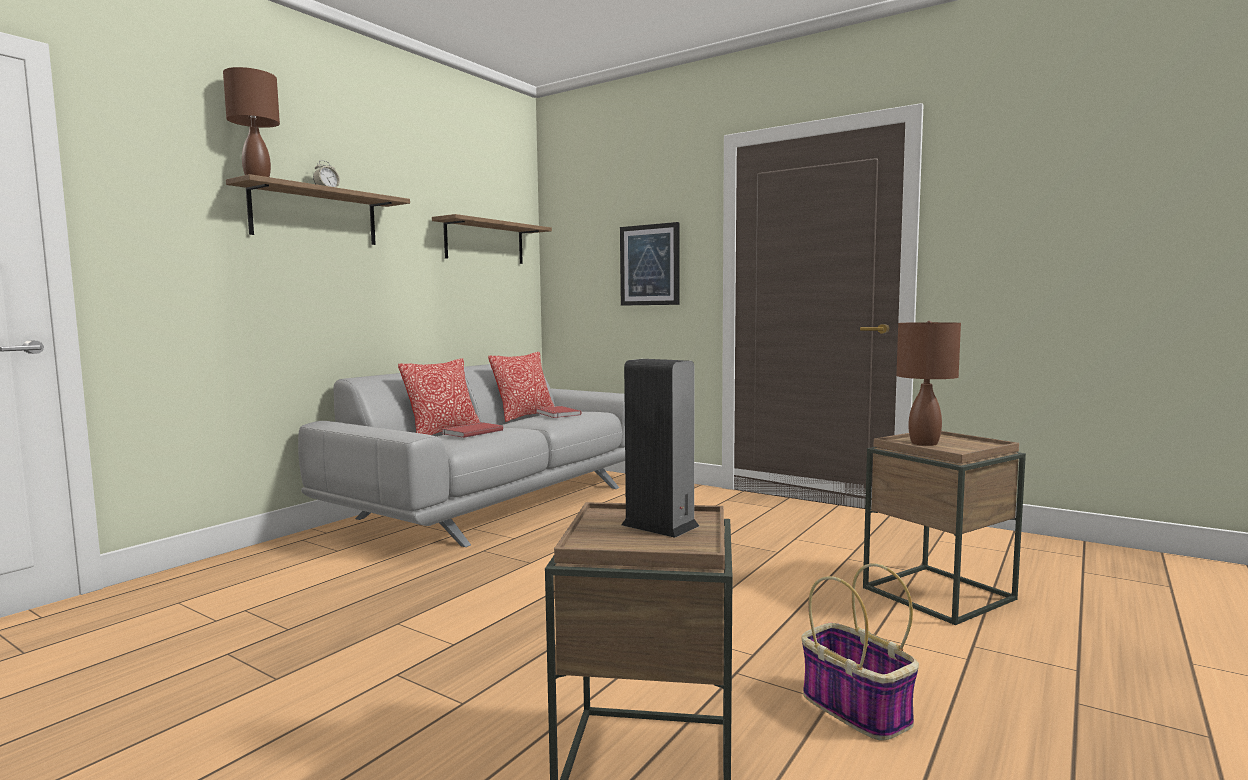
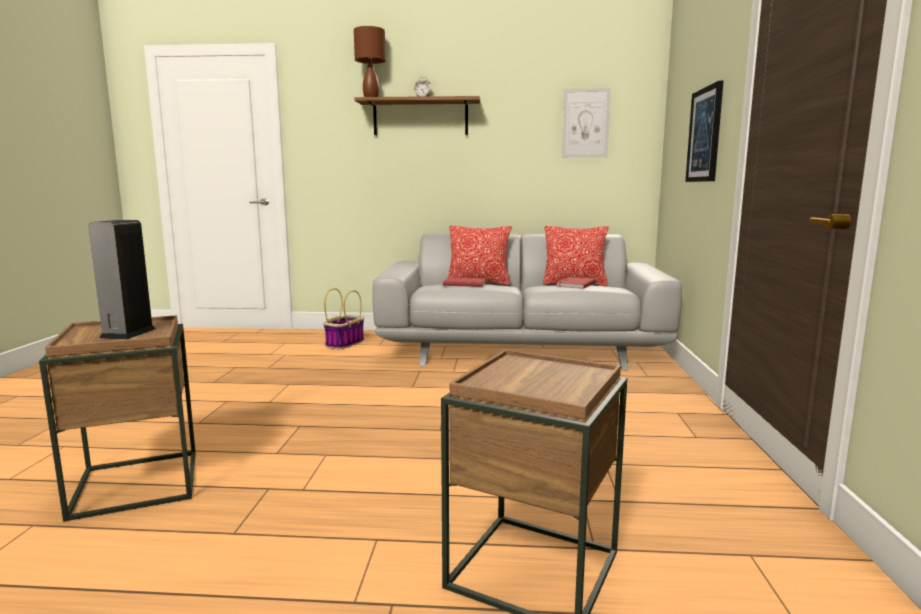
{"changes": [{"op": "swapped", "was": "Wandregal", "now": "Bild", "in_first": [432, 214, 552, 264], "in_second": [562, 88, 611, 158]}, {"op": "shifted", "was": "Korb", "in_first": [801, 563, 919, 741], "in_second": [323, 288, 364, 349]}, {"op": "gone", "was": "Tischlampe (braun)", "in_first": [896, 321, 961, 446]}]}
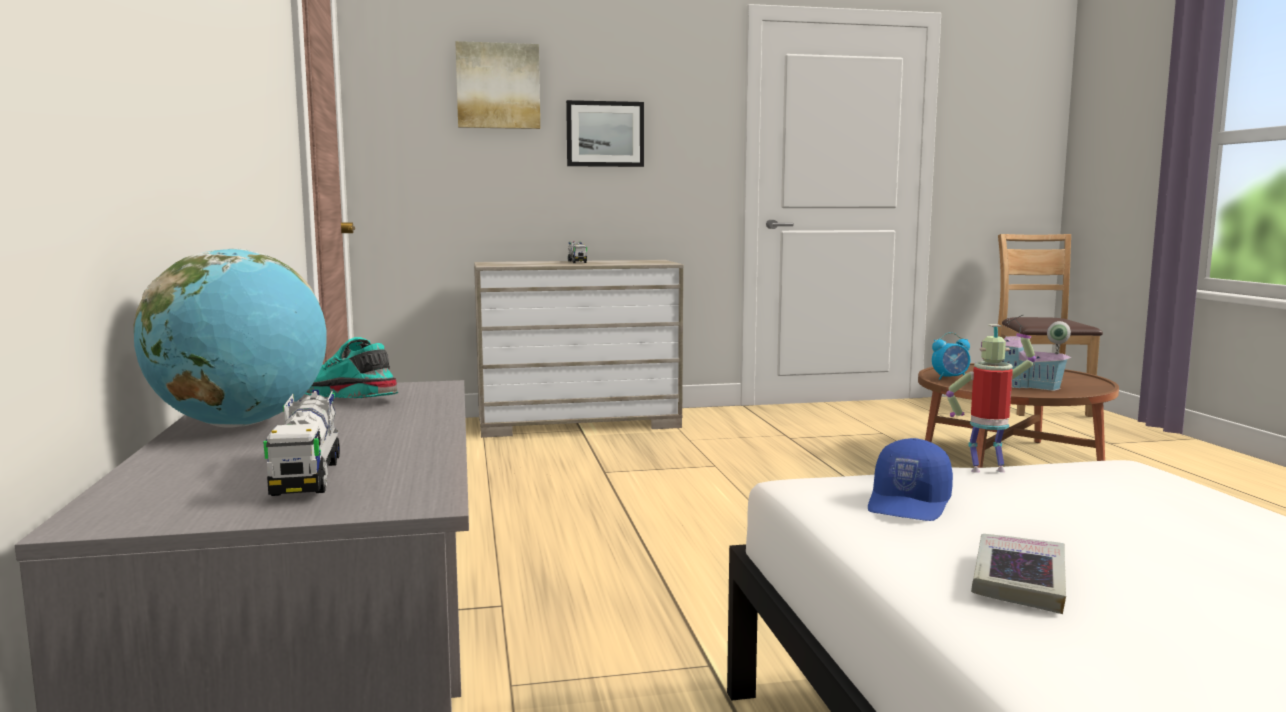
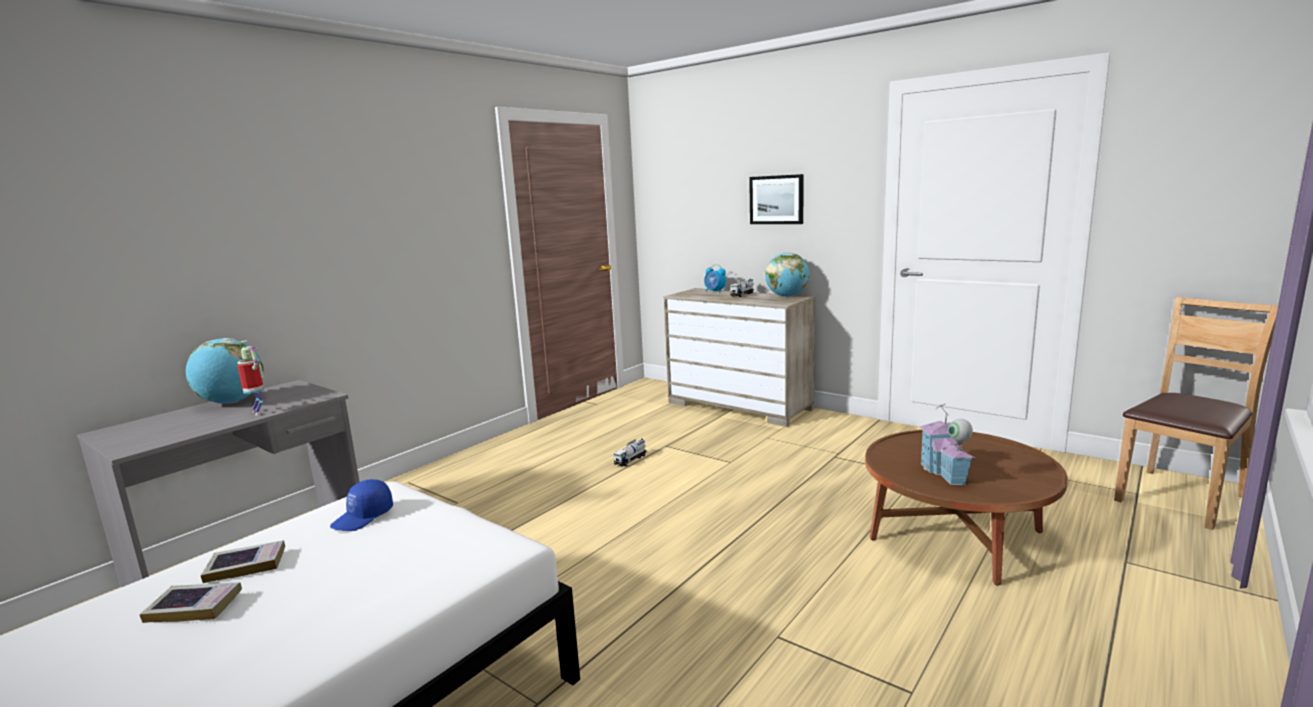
{"changes": [{"op": "shifted", "was": "Spielzeuglaster", "in_first": [263, 390, 340, 496], "in_second": [613, 439, 647, 466]}, {"op": "gone", "was": "Schuh (türkis)", "in_first": [305, 337, 398, 398]}, {"op": "gone", "was": "Bild", "in_first": [455, 41, 540, 129]}, {"op": "rotated", "was": "Kappe (blau)", "in_first": [868, 438, 953, 521], "in_second": [330, 479, 393, 531], "clockwise": -45}, {"op": "shifted", "was": "Wecker", "in_first": [932, 332, 970, 380], "in_second": [704, 264, 726, 293]}, {"op": "shifted", "was": "Spielzeugroboter", "in_first": [946, 324, 1036, 473], "in_second": [237, 341, 264, 415]}, {"op": "new", "now": "Buch", "in_second": [140, 582, 242, 623]}, {"op": "new", "now": "Globus", "in_second": [765, 253, 810, 297]}]}
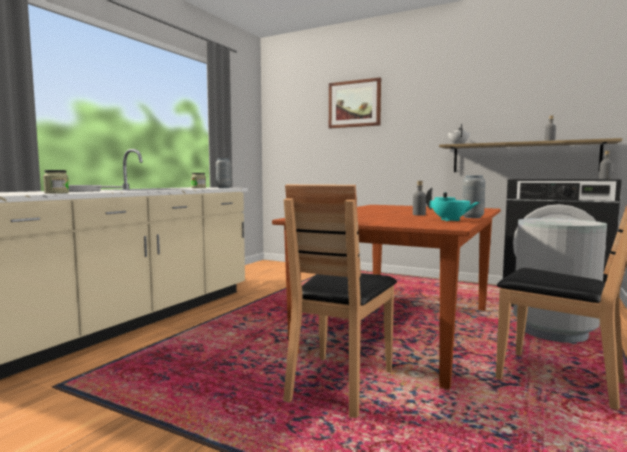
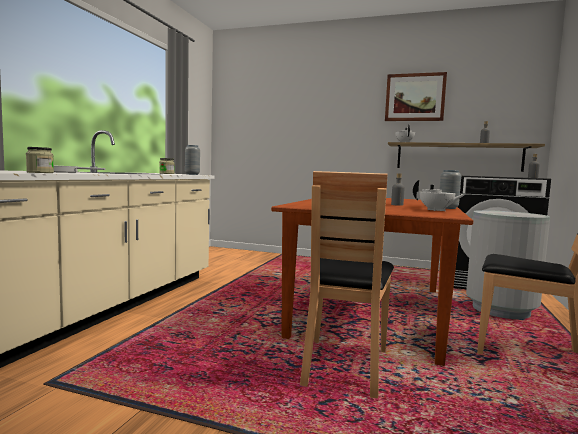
{"changes": [{"op": "shifted", "was": "Bild", "in_first": [329, 77, 381, 128], "in_second": [385, 72, 447, 121]}, {"op": "repainted", "was": "Teekanne (türkis)", "now": "Teekanne (weiß)", "in_first": [426, 188, 480, 221], "in_second": [413, 180, 466, 211]}]}
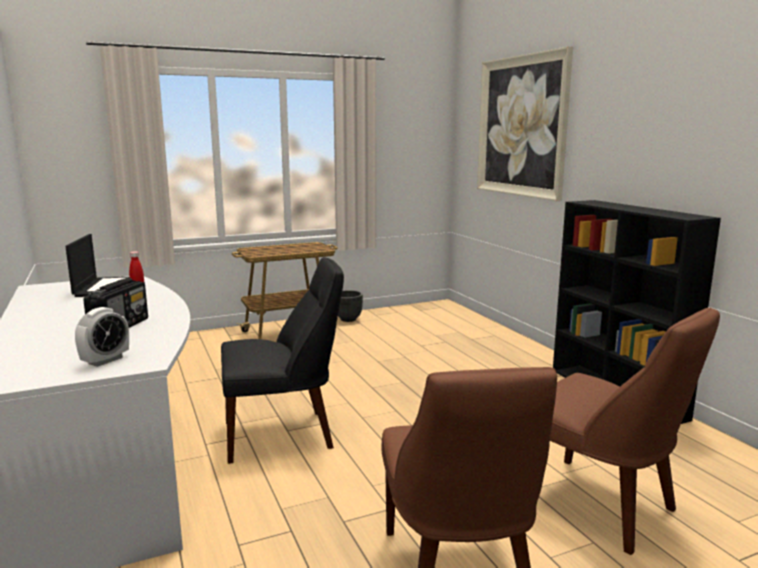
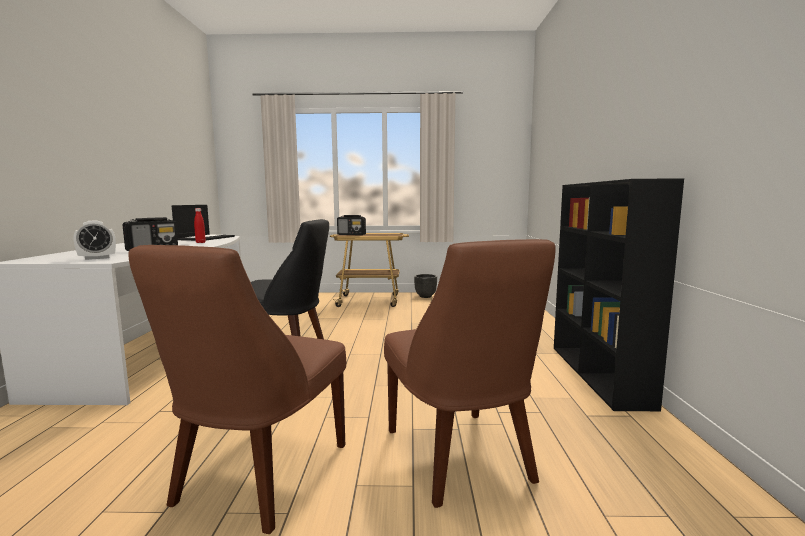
{"changes": [{"op": "gone", "was": "Bild", "in_first": [477, 46, 573, 201]}, {"op": "new", "now": "Radio", "in_second": [337, 215, 366, 235]}]}
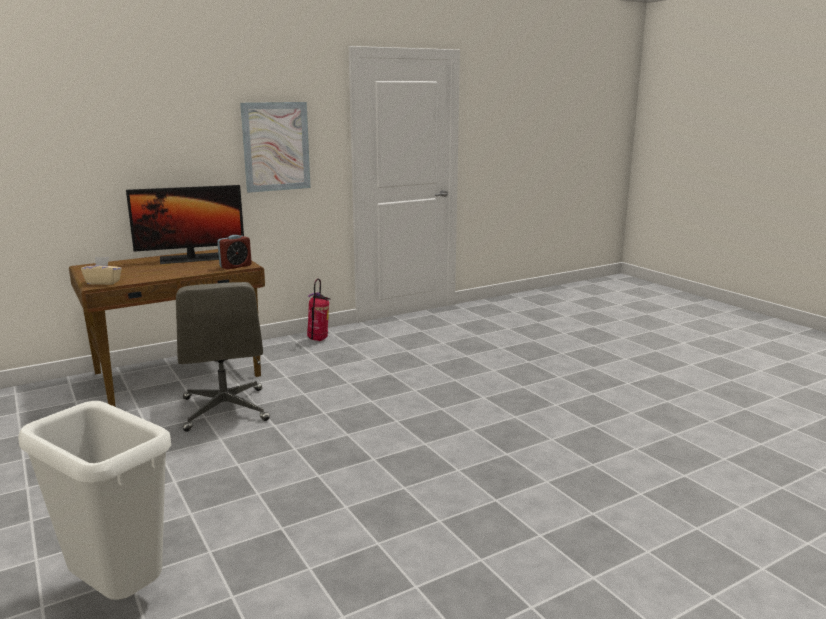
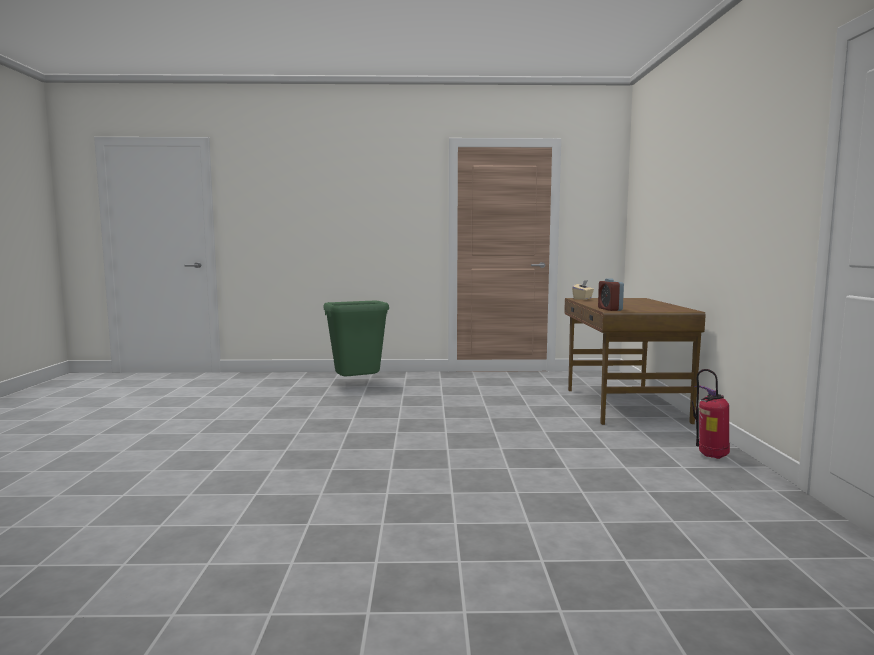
{"changes": [{"op": "repainted", "was": "Mülleimer (weiß)", "now": "Mülleimer (grün)", "in_first": [18, 401, 171, 600], "in_second": [323, 301, 389, 376]}, {"op": "gone", "was": "Monitor", "in_first": [126, 185, 244, 264]}, {"op": "gone", "was": "Bürostuhl (grau)", "in_first": [176, 282, 270, 432]}, {"op": "gone", "was": "Bild", "in_first": [240, 102, 311, 193]}]}
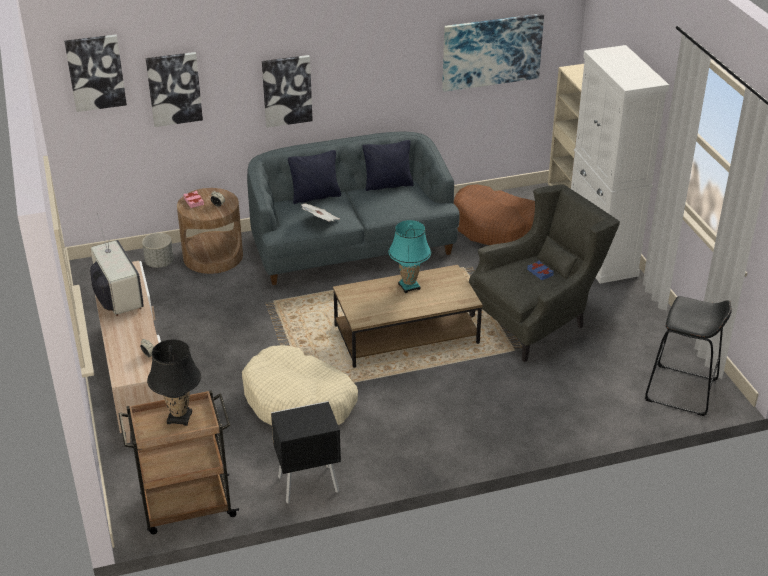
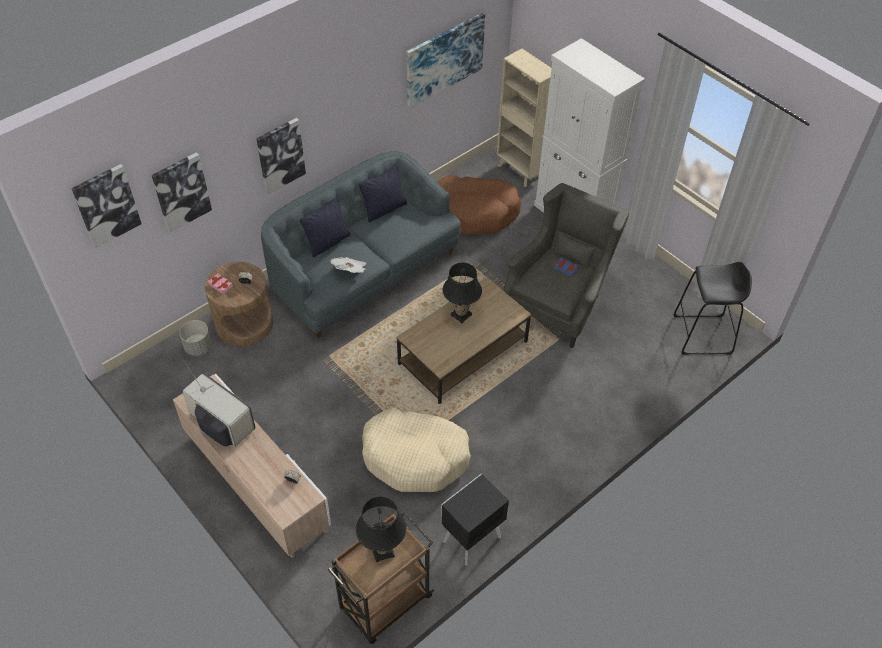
{"changes": [{"op": "repainted", "was": "Tischlampe (türkis)", "now": "Tischlampe (schwarz)", "in_first": [389, 220, 431, 293], "in_second": [442, 262, 482, 324]}]}
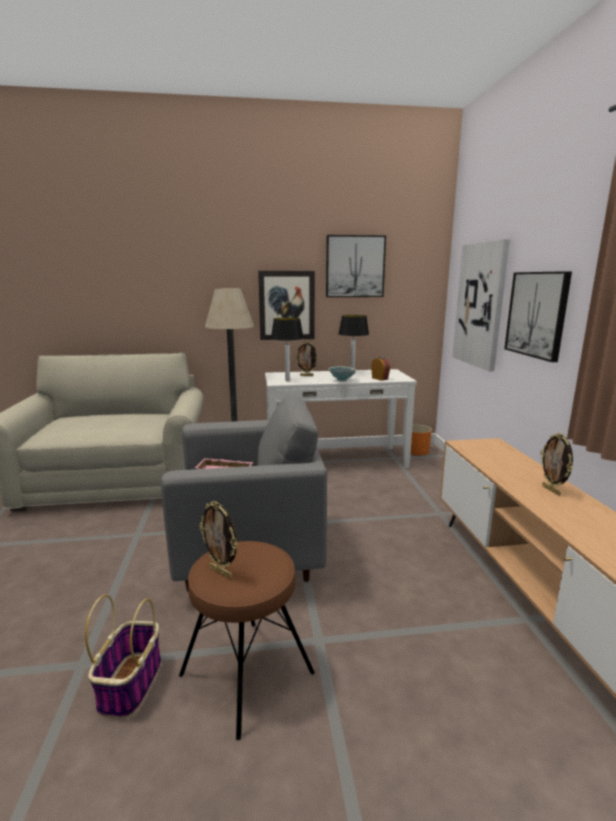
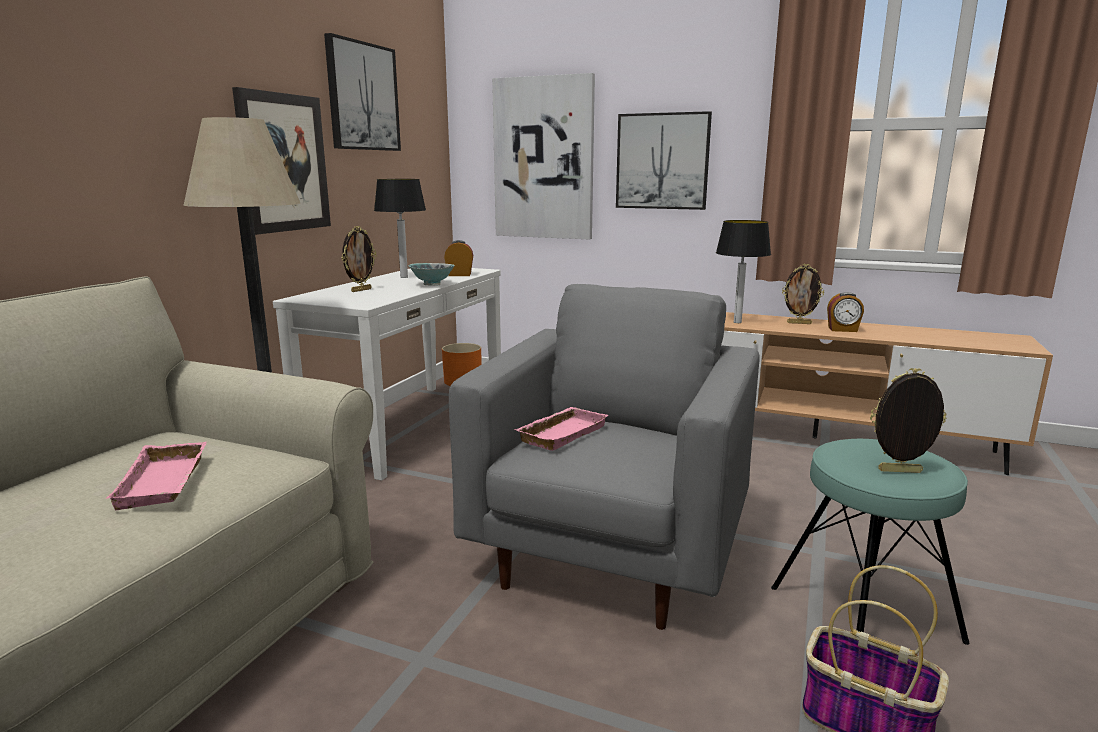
{"changes": [{"op": "repainted", "was": "Hocker (braun)", "now": "Hocker (türkis)", "in_first": [179, 541, 315, 740], "in_second": [771, 439, 969, 645]}, {"op": "rotated", "was": "Bilderrahmen", "in_first": [199, 501, 237, 579], "in_second": [870, 368, 947, 473], "clockwise": -150}, {"op": "shifted", "was": "Tischlampe", "in_first": [271, 317, 304, 381], "in_second": [716, 220, 771, 323]}, {"op": "new", "now": "Tablett (rosa)", "in_second": [106, 442, 207, 510]}, {"op": "new", "now": "Wecker", "in_second": [827, 292, 864, 332]}]}
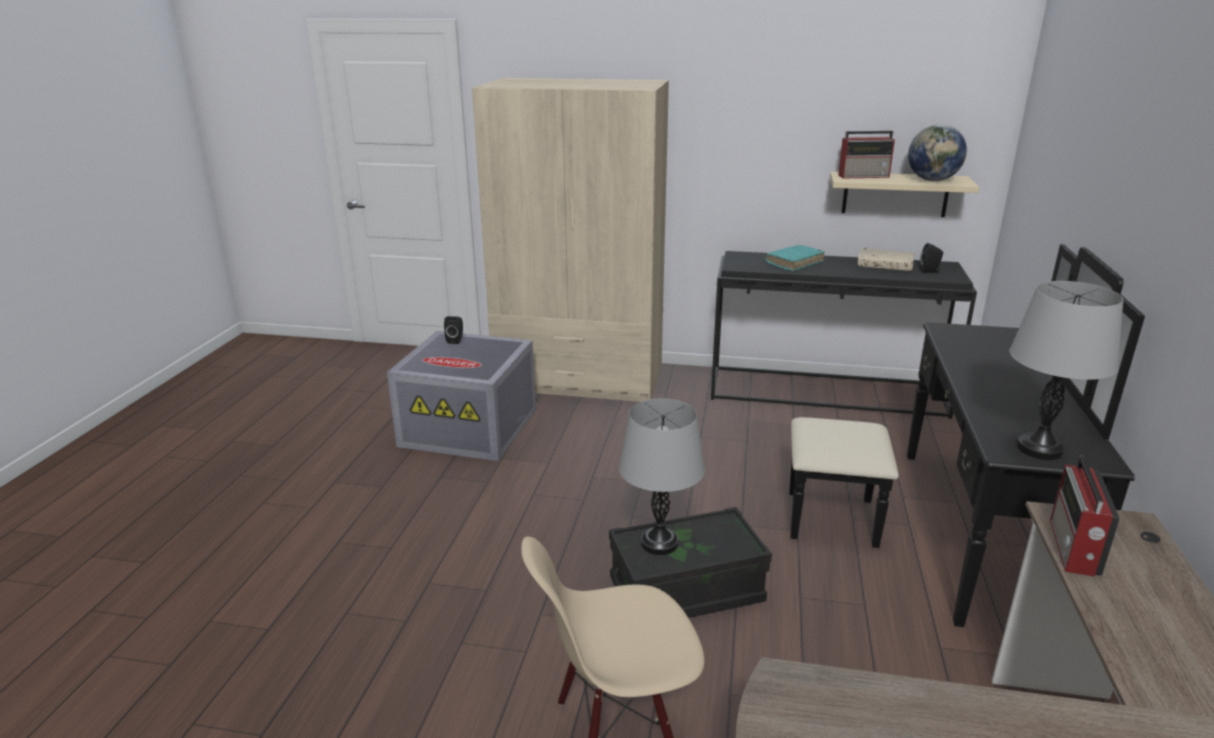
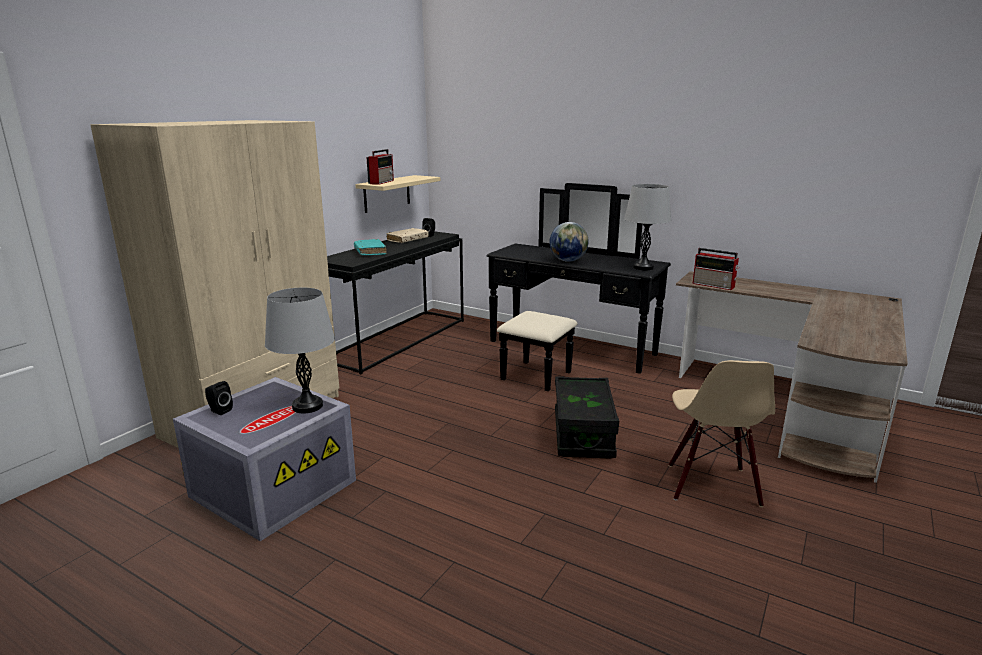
{"changes": [{"op": "shifted", "was": "Tischlampe (grau)", "in_first": [619, 399, 705, 555], "in_second": [265, 288, 335, 413]}, {"op": "shifted", "was": "Globus", "in_first": [908, 124, 967, 181], "in_second": [549, 222, 589, 262]}]}
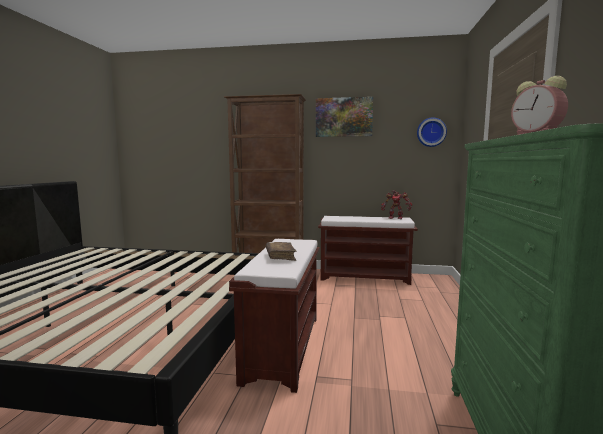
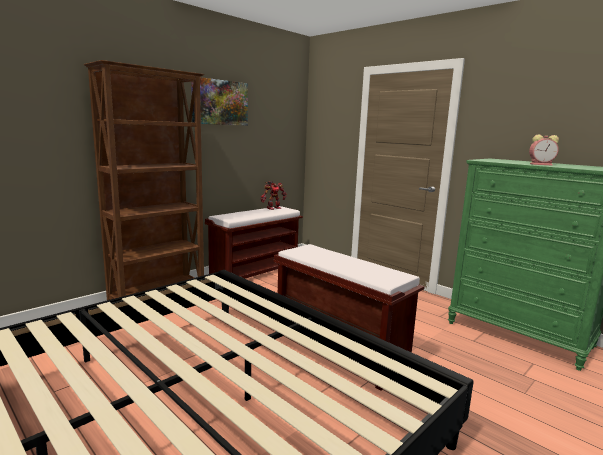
{"changes": [{"op": "gone", "was": "Buch (braun)", "in_first": [266, 242, 297, 261]}, {"op": "gone", "was": "Wanduhr", "in_first": [417, 118, 447, 147]}]}
